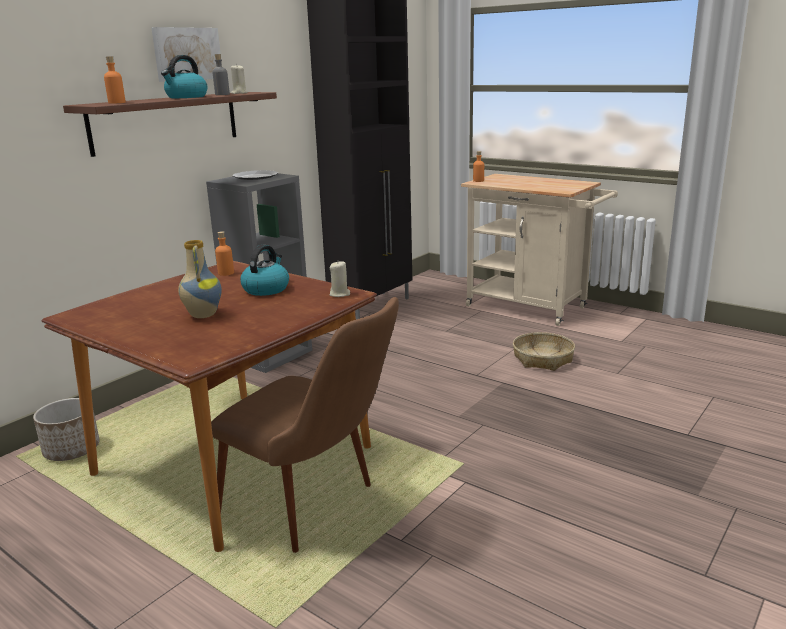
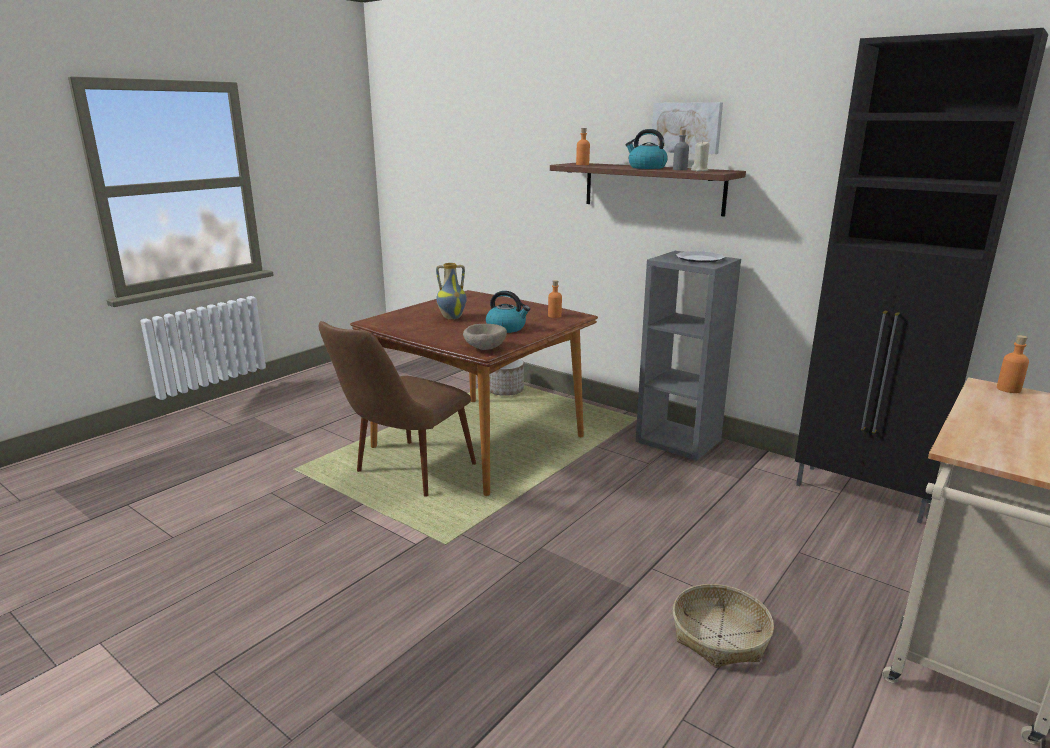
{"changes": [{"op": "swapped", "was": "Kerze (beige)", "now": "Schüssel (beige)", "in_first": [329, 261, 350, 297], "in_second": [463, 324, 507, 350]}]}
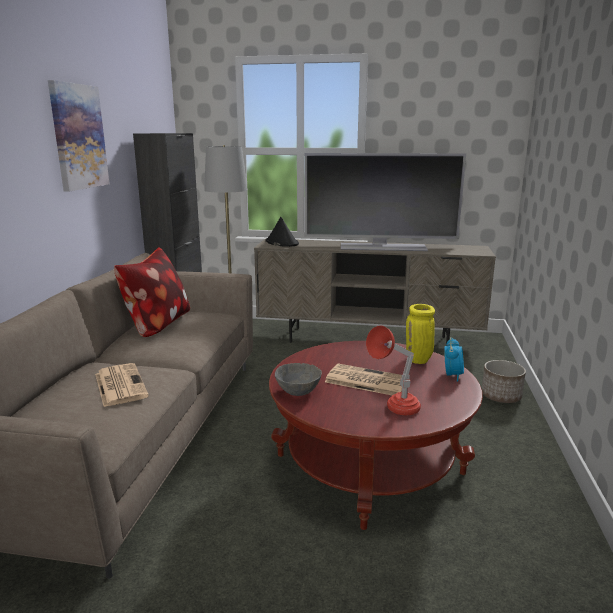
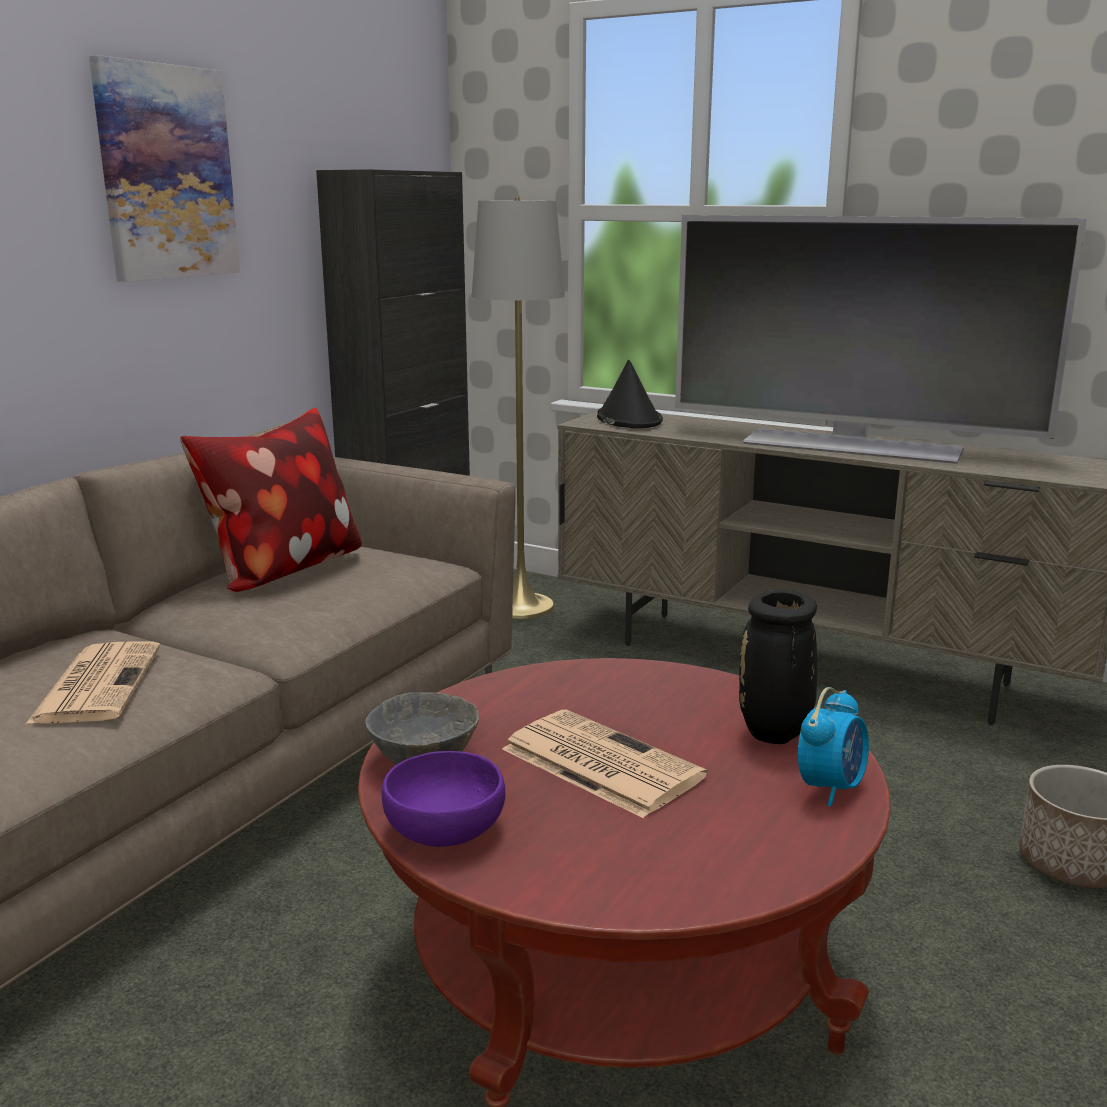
{"changes": [{"op": "gone", "was": "Tischlampe (rot)", "in_first": [366, 326, 421, 415]}, {"op": "repainted", "was": "Vase (gelb)", "now": "Vase (schwarz)", "in_first": [406, 304, 435, 364], "in_second": [739, 590, 817, 744]}, {"op": "new", "now": "Schüssel (lila)", "in_second": [382, 751, 505, 847]}]}
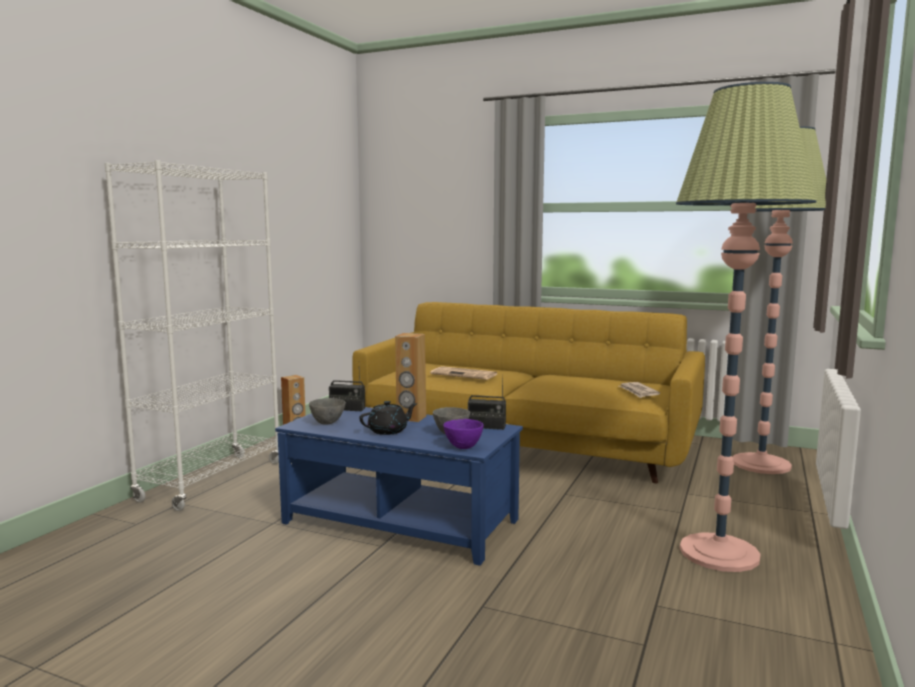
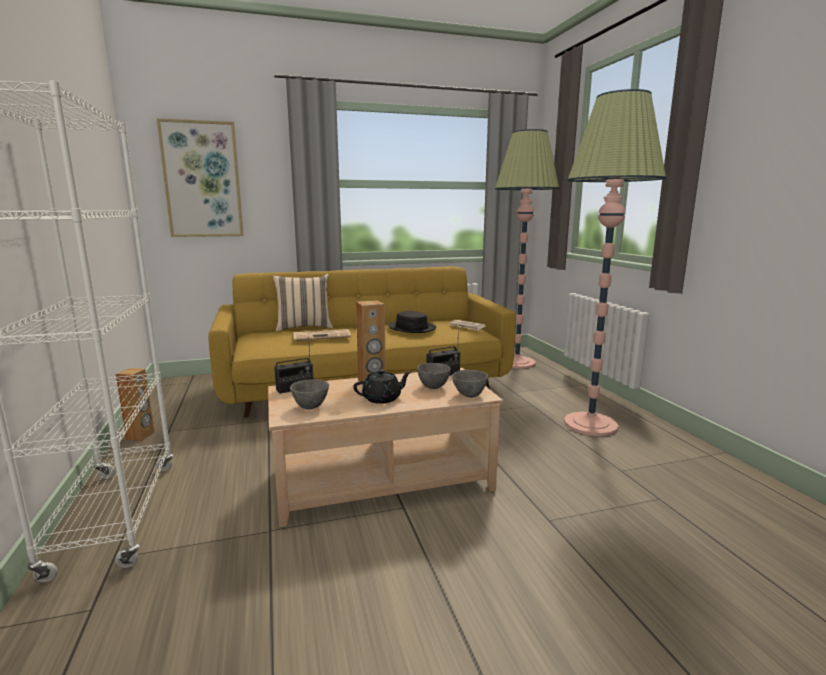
{"changes": [{"op": "repainted", "was": "Couchtisch (blau)", "now": "Couchtisch (beige)", "in_first": [275, 407, 523, 566], "in_second": [268, 368, 503, 527]}, {"op": "rotated", "was": "Teekanne (schwarz)", "in_first": [359, 401, 417, 435], "in_second": [353, 370, 411, 404], "clockwise": 45}, {"op": "repainted", "was": "Schüssel (lila)", "now": "Schüssel (grau)", "in_first": [443, 419, 484, 449], "in_second": [452, 370, 488, 397]}, {"op": "new", "now": "Bild", "in_second": [156, 118, 244, 237]}, {"op": "new", "now": "Kissen (beige)", "in_second": [273, 274, 333, 332]}, {"op": "new", "now": "Hut (schwarz)", "in_second": [388, 311, 437, 333]}]}
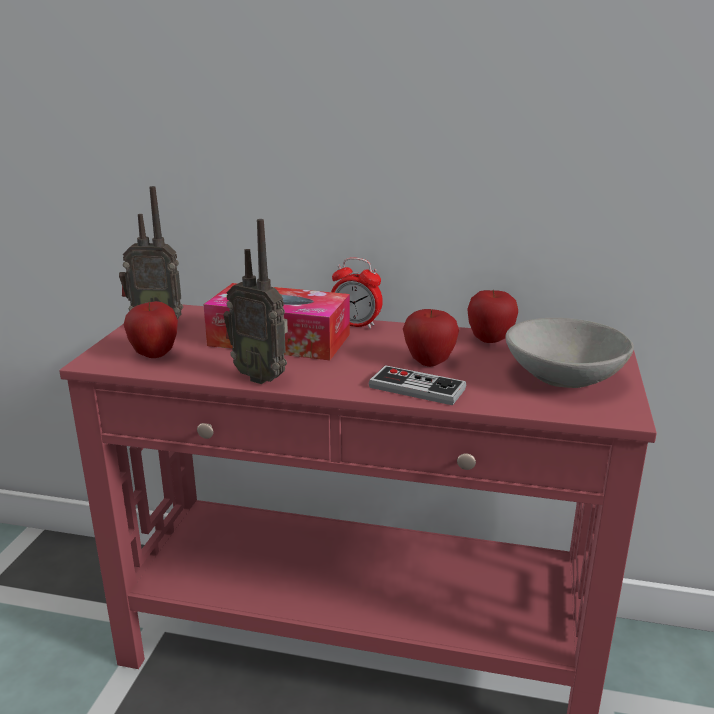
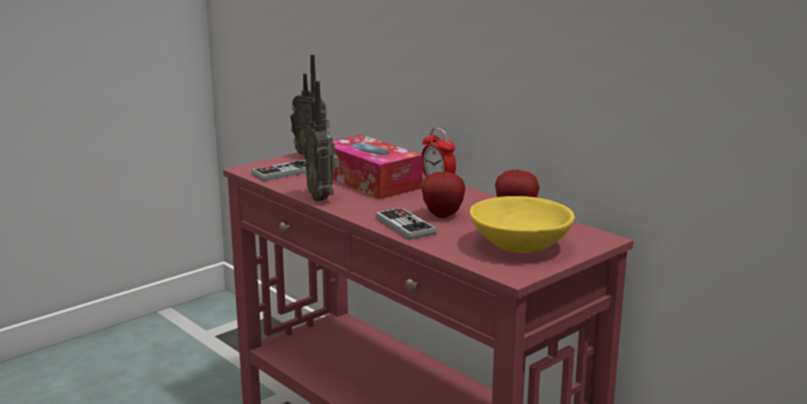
{"changes": [{"op": "swapped", "was": "Apfel", "now": "Gamepad", "in_first": [124, 301, 178, 358], "in_second": [251, 160, 307, 181]}, {"op": "repainted", "was": "Schüssel (grau)", "now": "Schüssel (gelb)", "in_first": [505, 318, 634, 388], "in_second": [470, 196, 575, 253]}]}
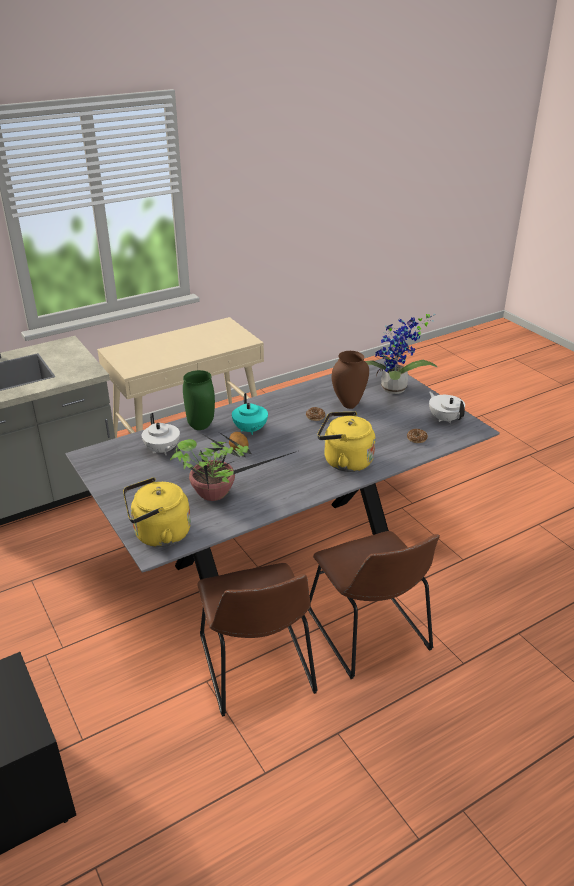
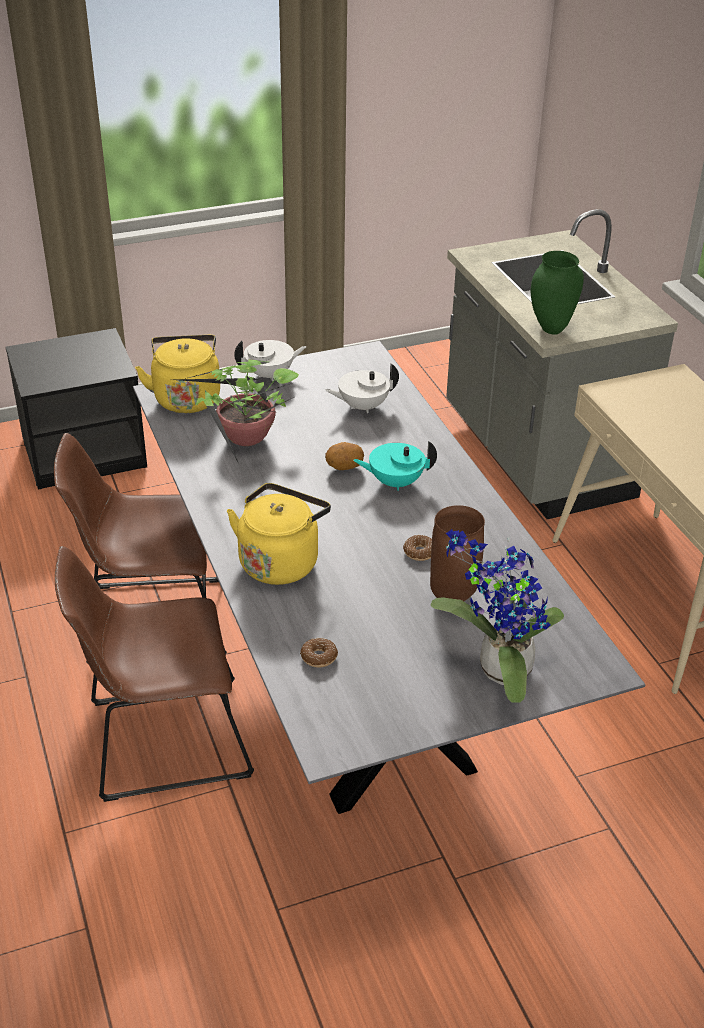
{"changes": [{"op": "shifted", "was": "Vase (grün)", "in_first": [183, 370, 215, 430], "in_second": [531, 251, 584, 335]}, {"op": "shifted", "was": "Teekanne (weiß)", "in_first": [429, 391, 465, 423], "in_second": [234, 340, 306, 382]}]}
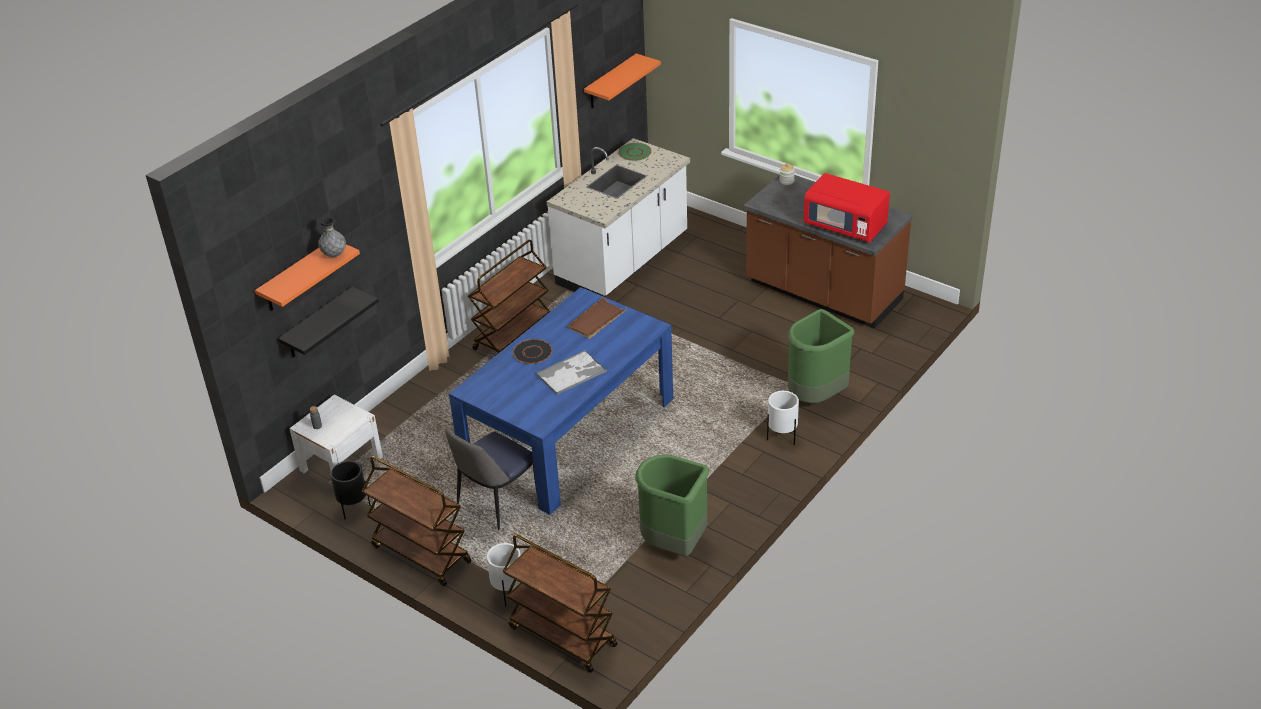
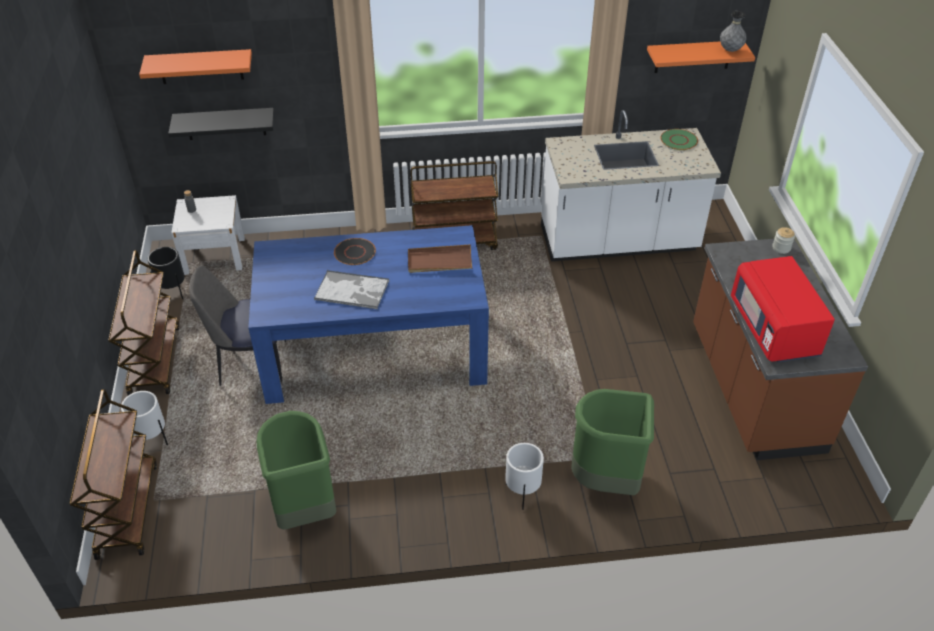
{"changes": [{"op": "shifted", "was": "Vase (grau)", "in_first": [318, 217, 346, 257], "in_second": [720, 11, 747, 52]}]}
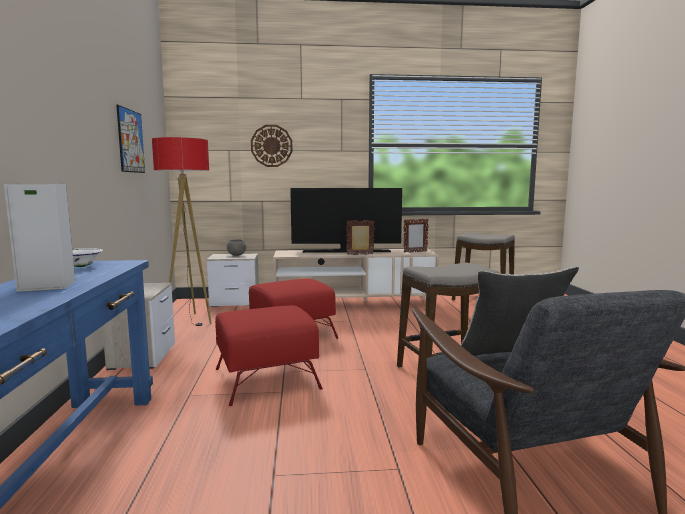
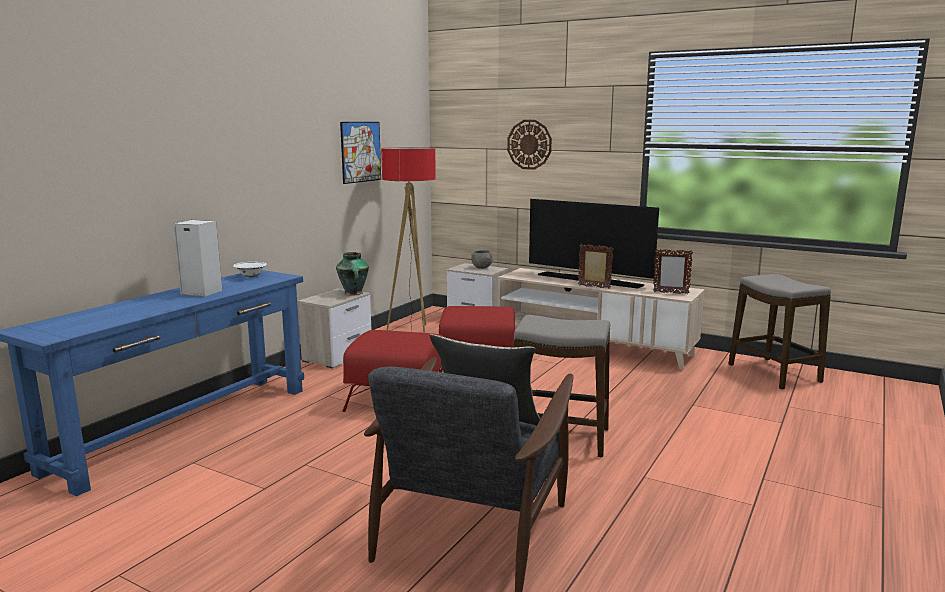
{"changes": [{"op": "new", "now": "Vase", "in_second": [336, 252, 369, 295]}]}
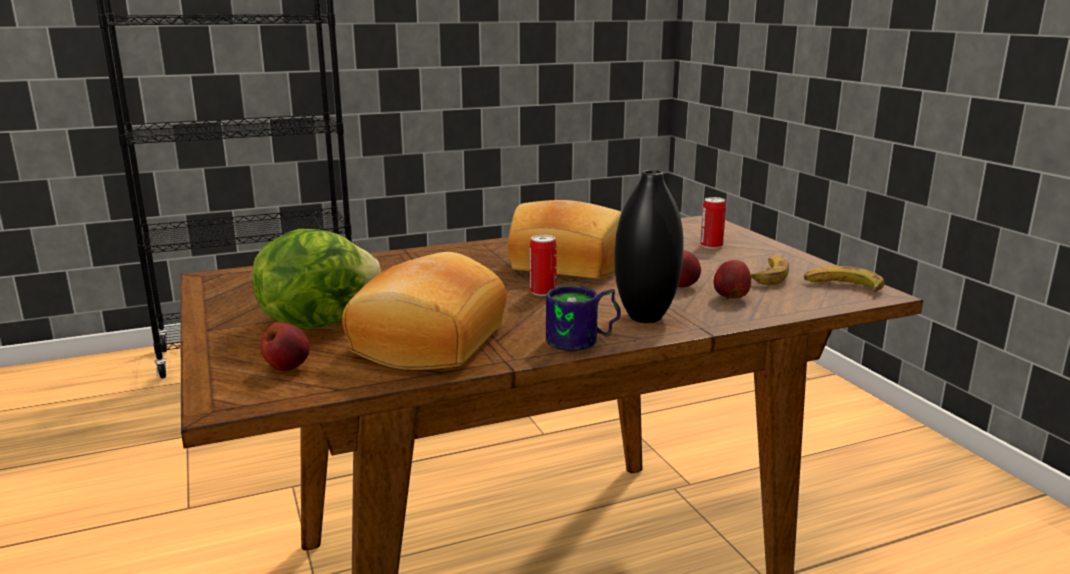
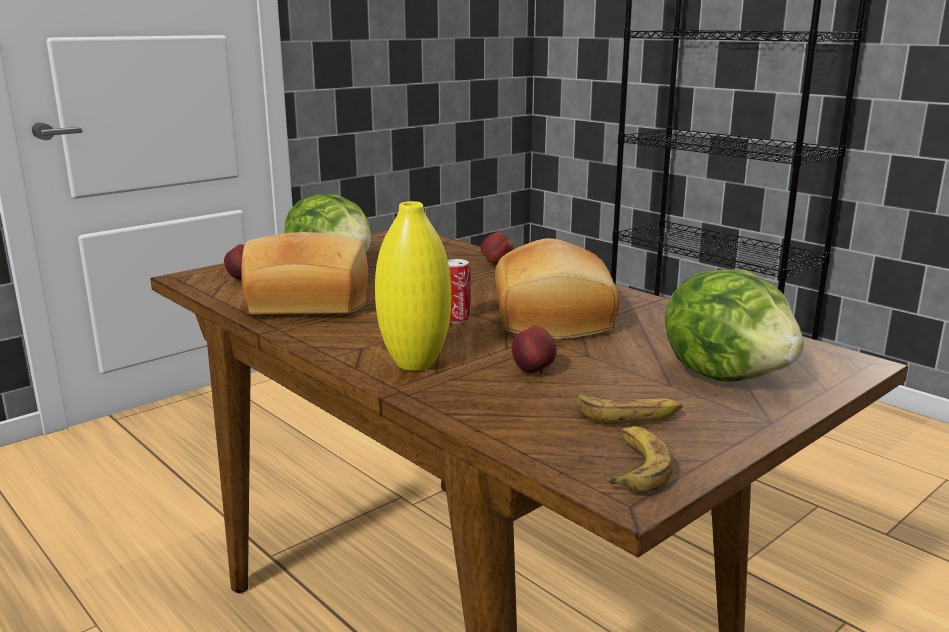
{"changes": [{"op": "gone", "was": "Henkelbecher", "in_first": [546, 286, 621, 351]}, {"op": "repainted", "was": "Vase (schwarz)", "now": "Vase (gelb)", "in_first": [614, 170, 684, 323], "in_second": [375, 201, 451, 371]}, {"op": "swapped", "was": "Dose", "now": "Salatkopf", "in_first": [700, 197, 726, 249], "in_second": [665, 269, 804, 382]}, {"op": "shifted", "was": "Apfel", "in_first": [714, 260, 751, 299], "in_second": [481, 232, 513, 265]}]}
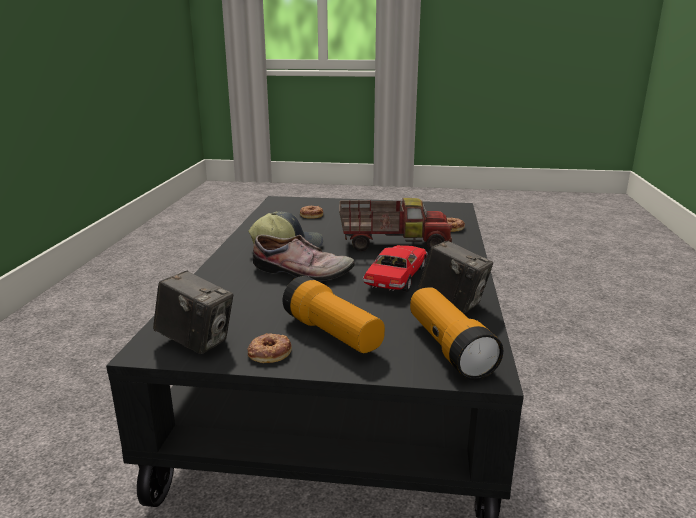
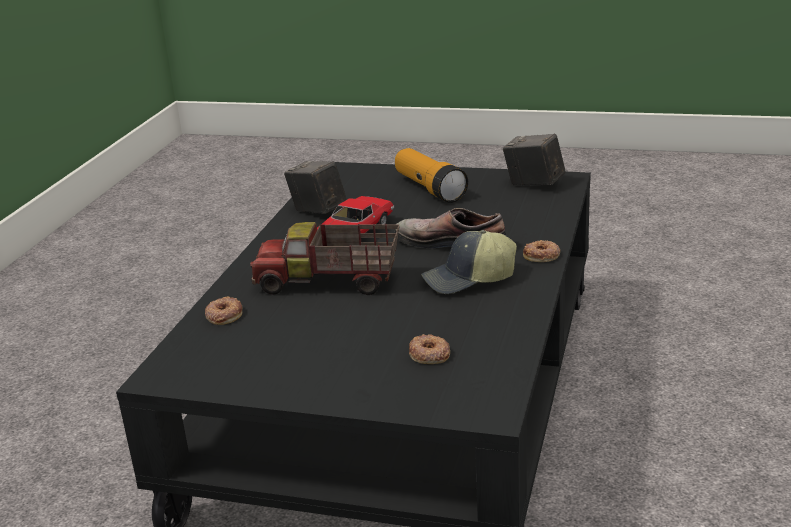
{"changes": [{"op": "shifted", "was": "Donut", "in_first": [247, 333, 292, 363], "in_second": [523, 240, 560, 262]}, {"op": "gone", "was": "Taschenlampe", "in_first": [410, 287, 503, 380]}]}
